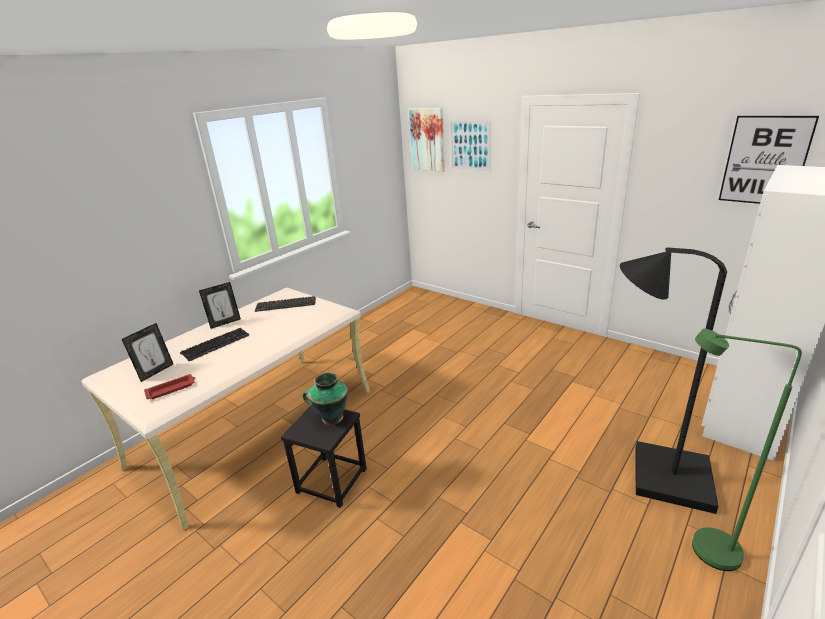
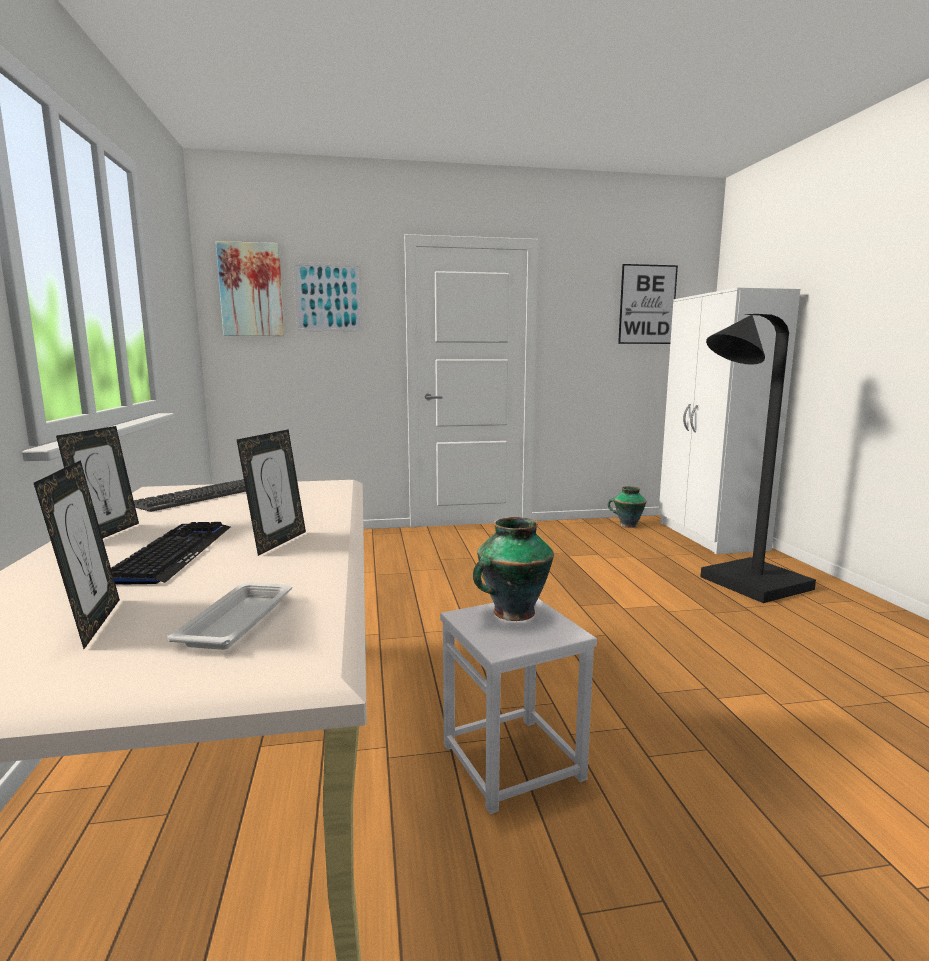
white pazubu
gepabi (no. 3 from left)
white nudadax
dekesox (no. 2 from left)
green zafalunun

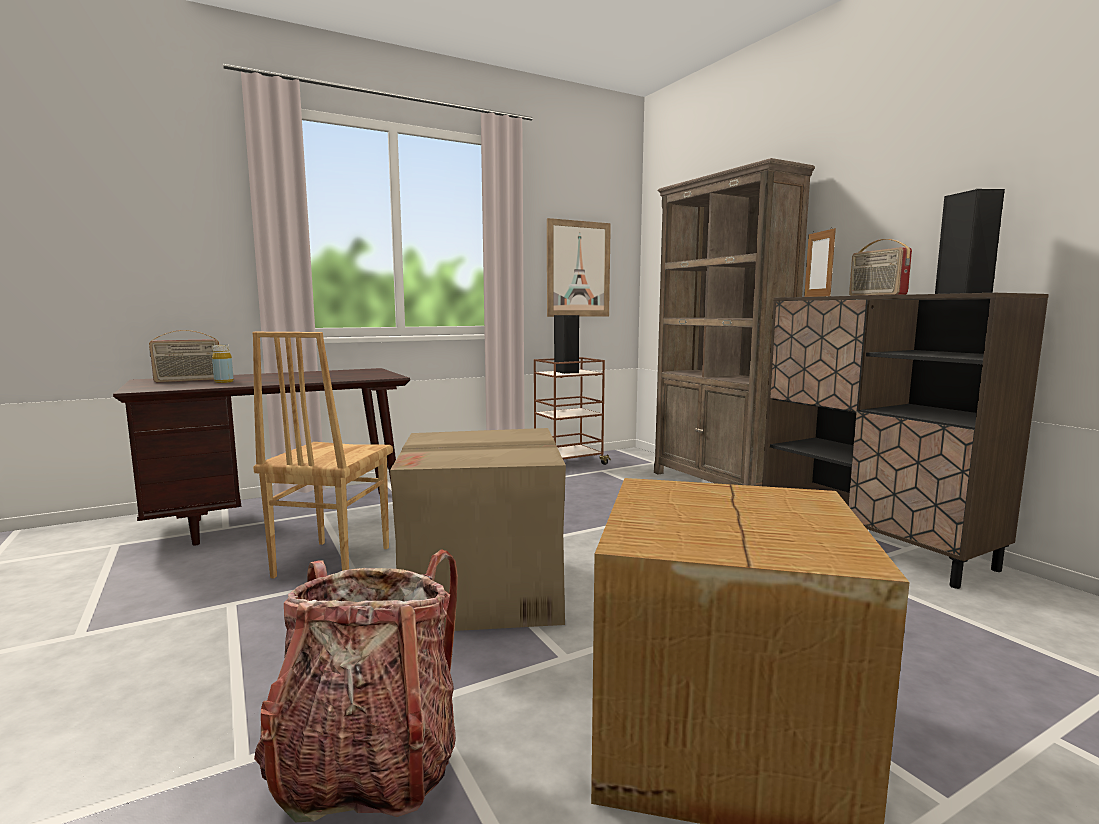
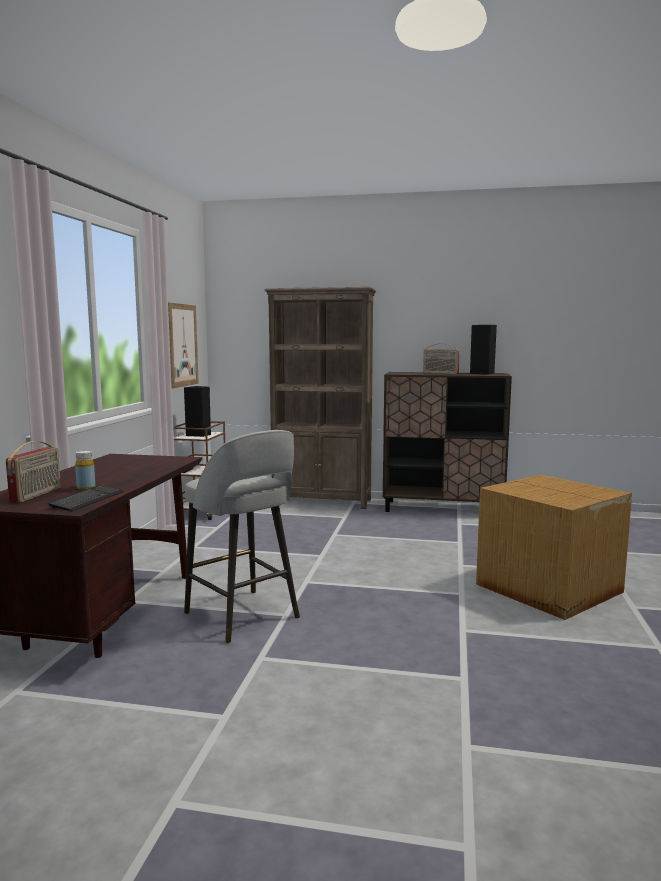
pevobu
grey nudadax
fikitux
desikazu (no. 1 from left in the first image)
gepabi

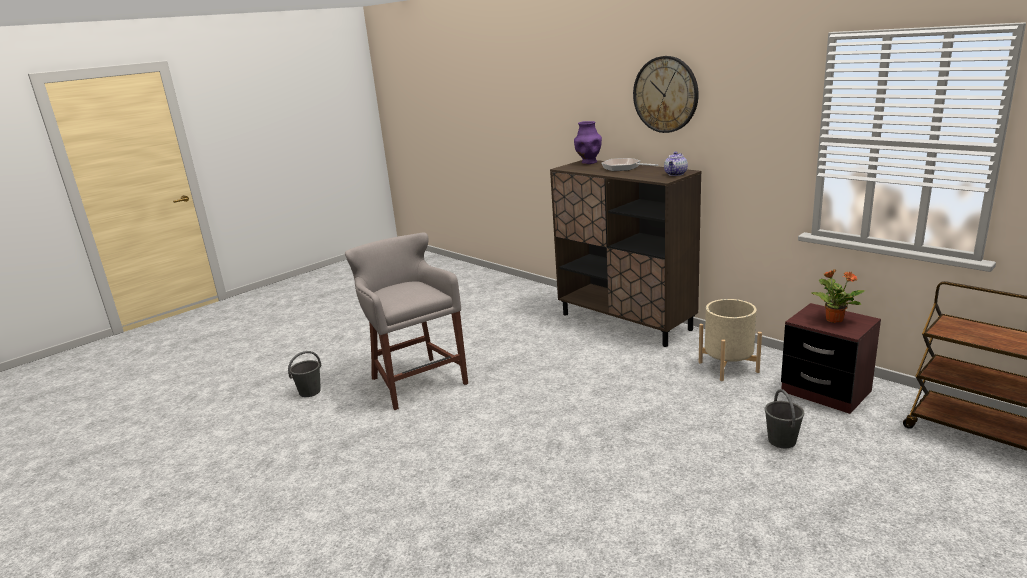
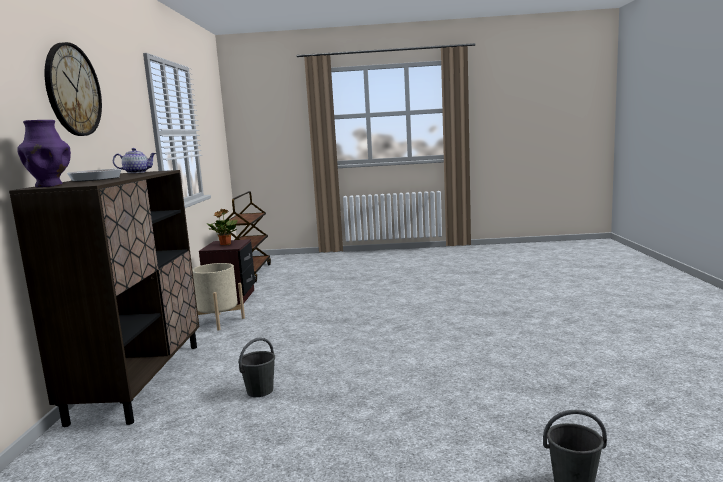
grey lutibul (no. 1 from left)
grey nudadax

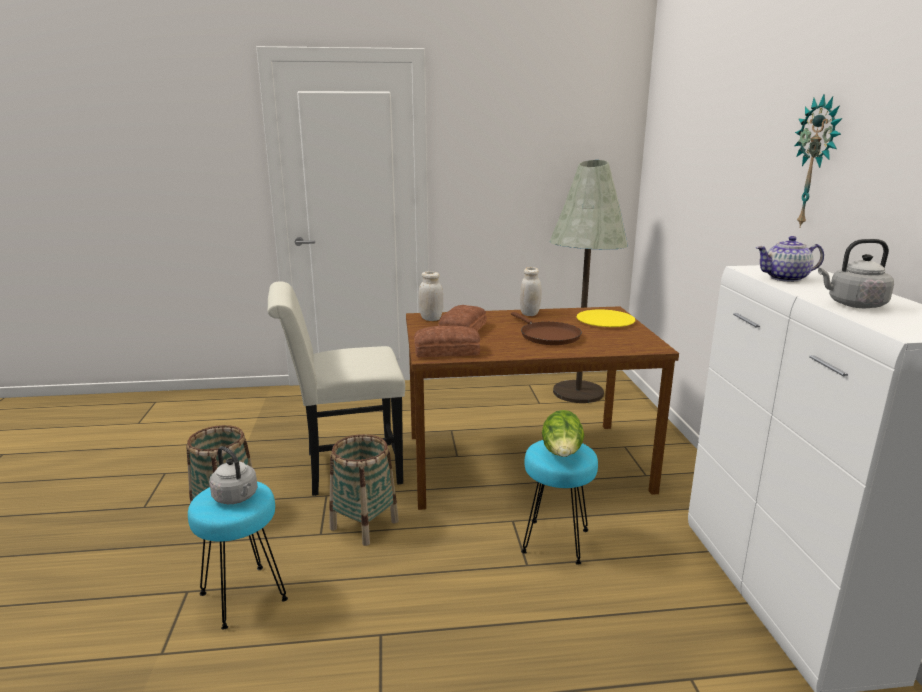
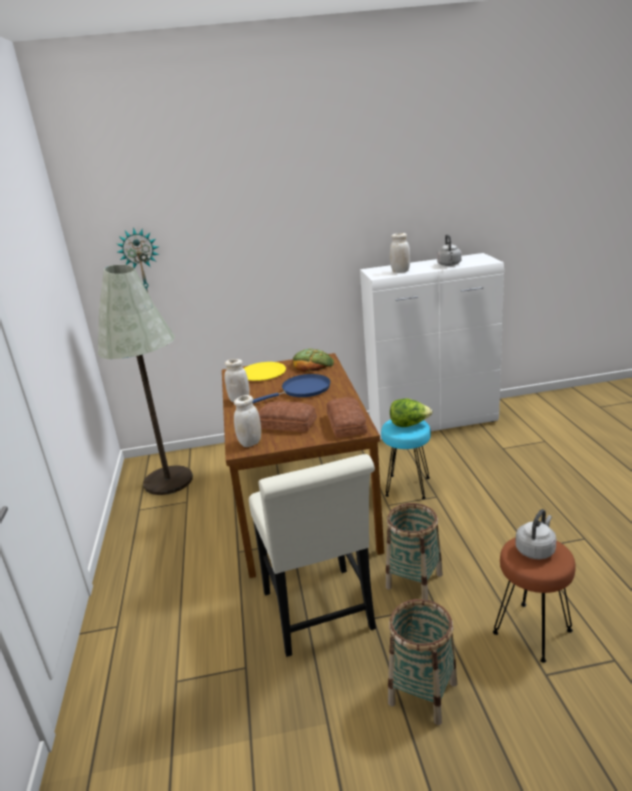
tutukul
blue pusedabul
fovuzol (no. 2 from left)
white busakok (no. 3 from left)
brown nudadax

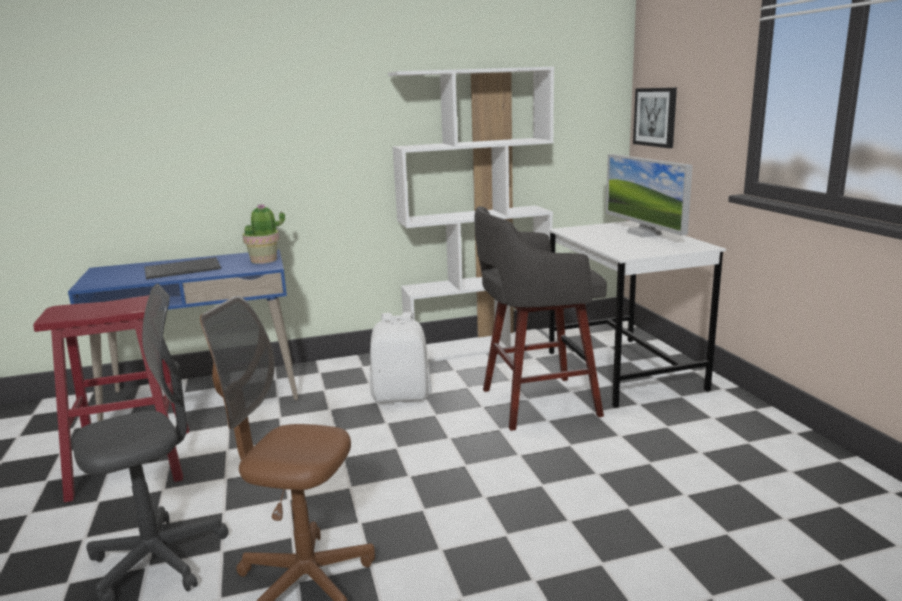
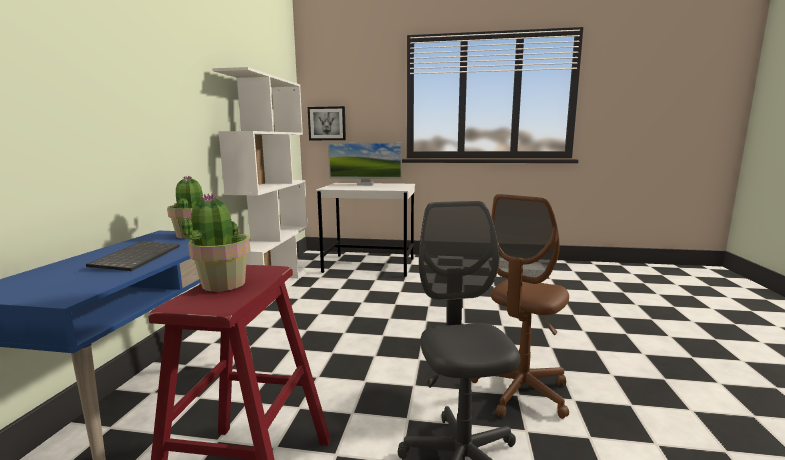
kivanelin (no. 2 from left)
white fikitux
grey nudadax

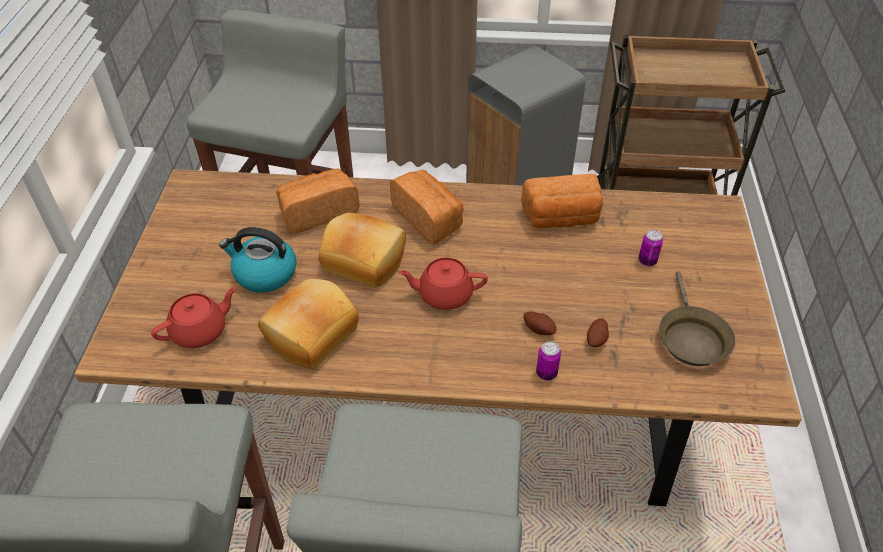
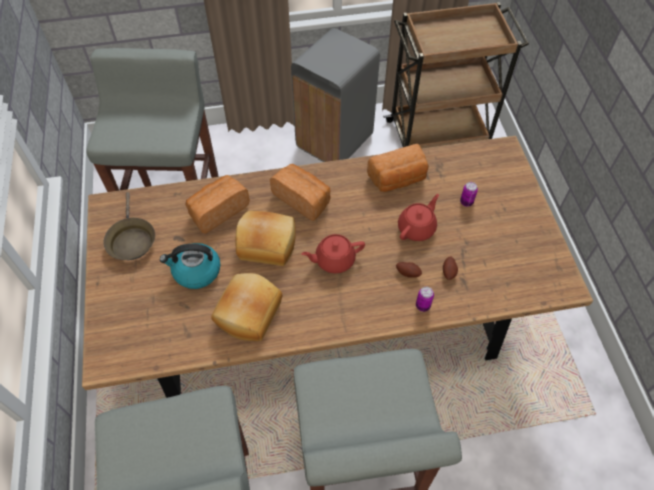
brown pusedabul
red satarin (no. 2 from left)

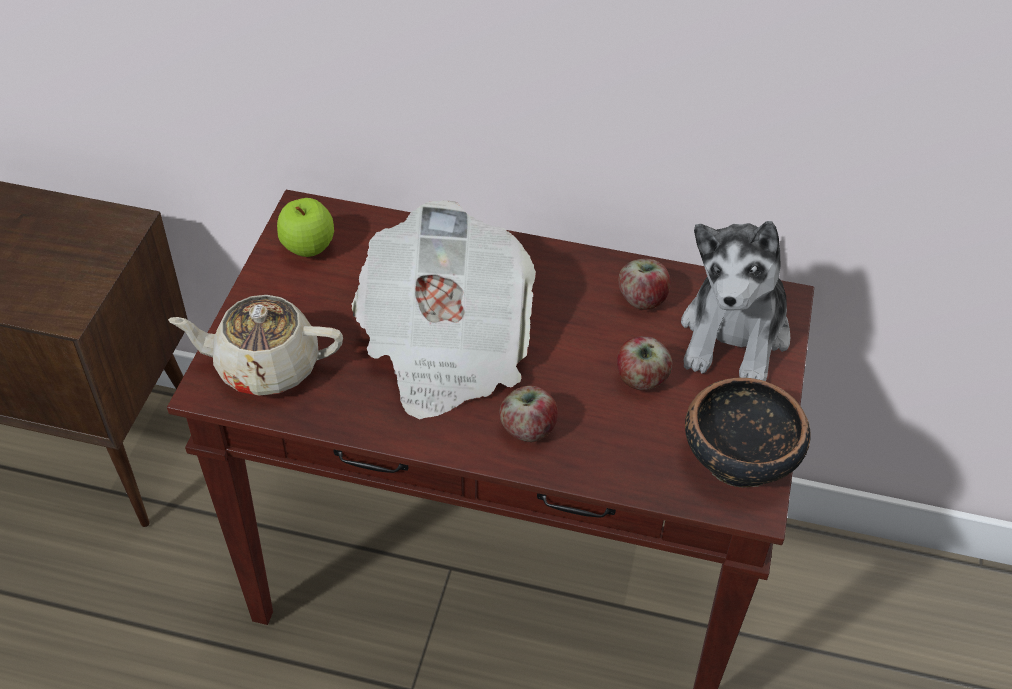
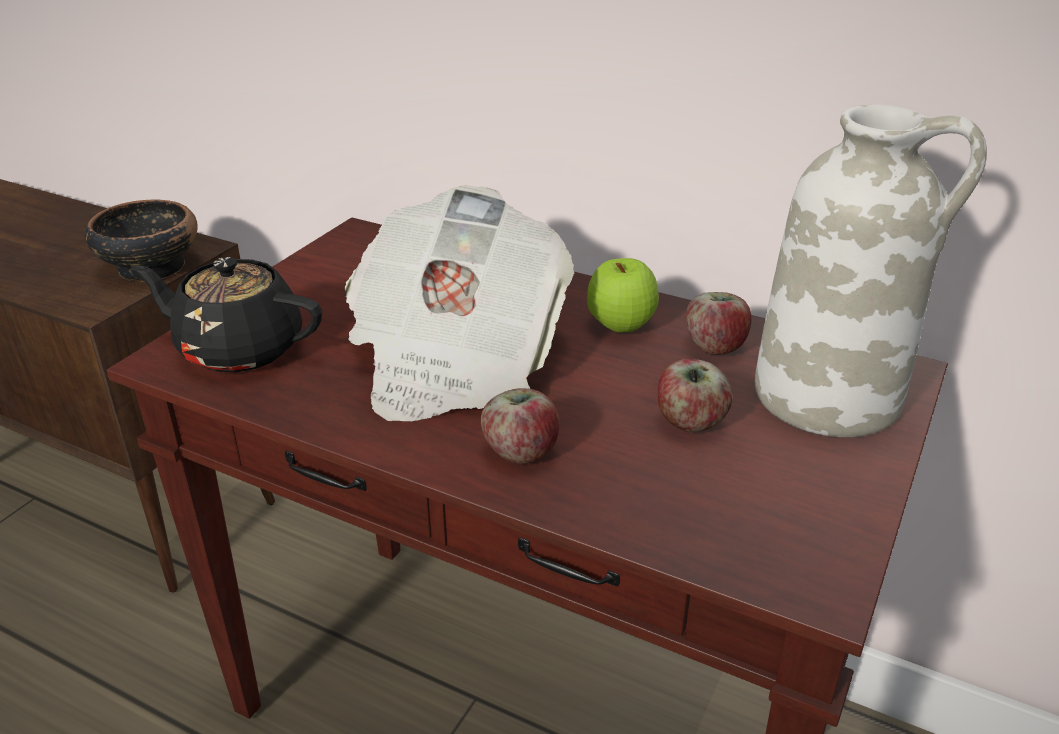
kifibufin
black satarin
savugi (no. 2 from left)
white dekesox

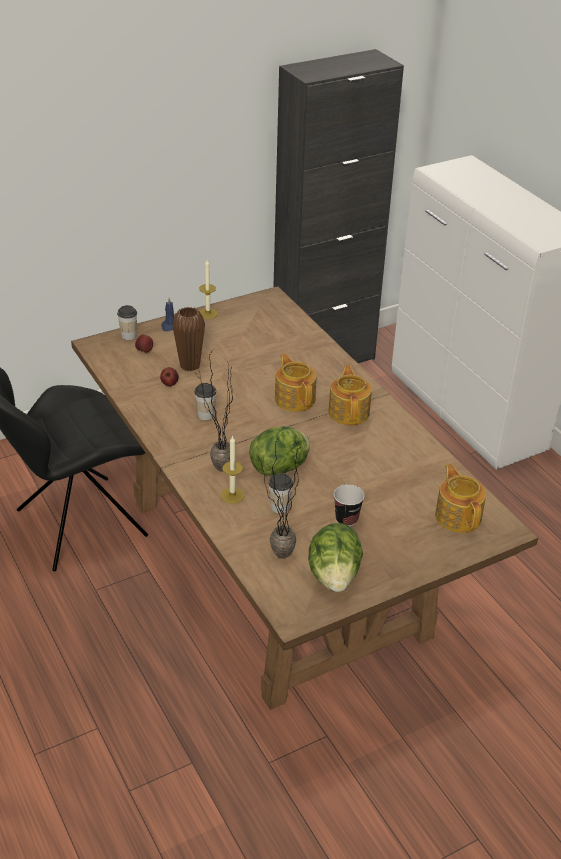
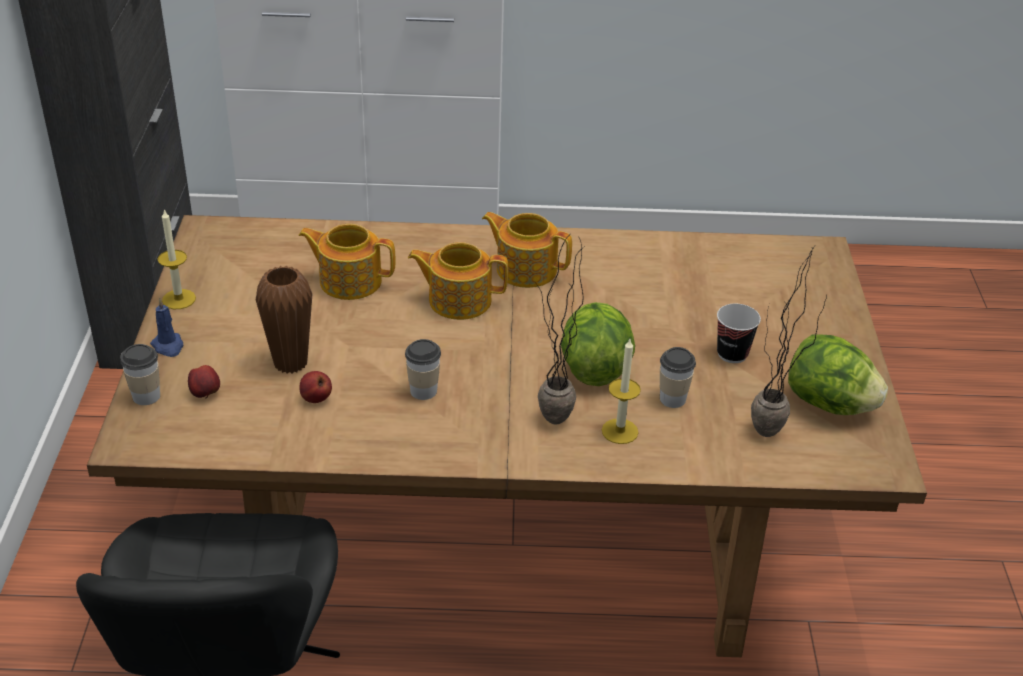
satarin (no. 1 from left)

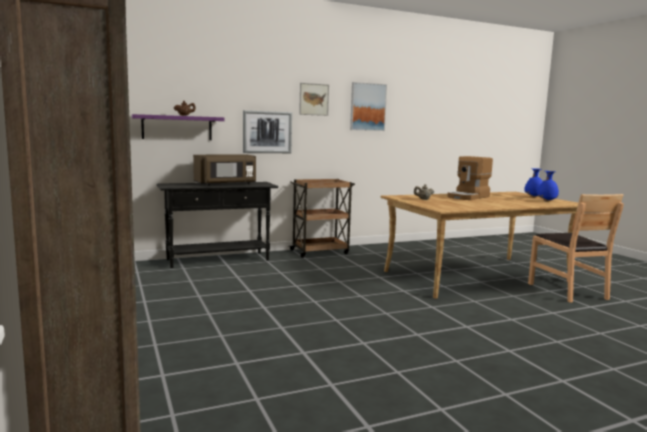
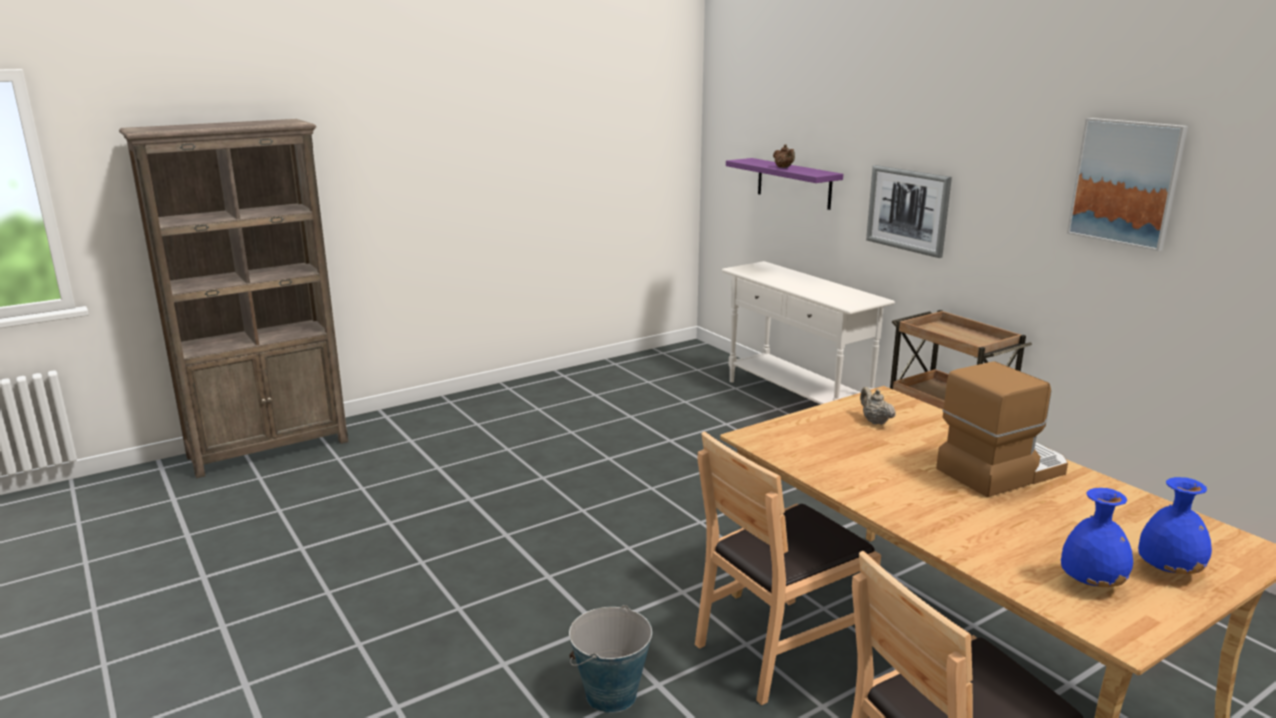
lutibul
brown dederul (no. 1 from left)
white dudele
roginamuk
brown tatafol
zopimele (no. 2 from left in the first image)

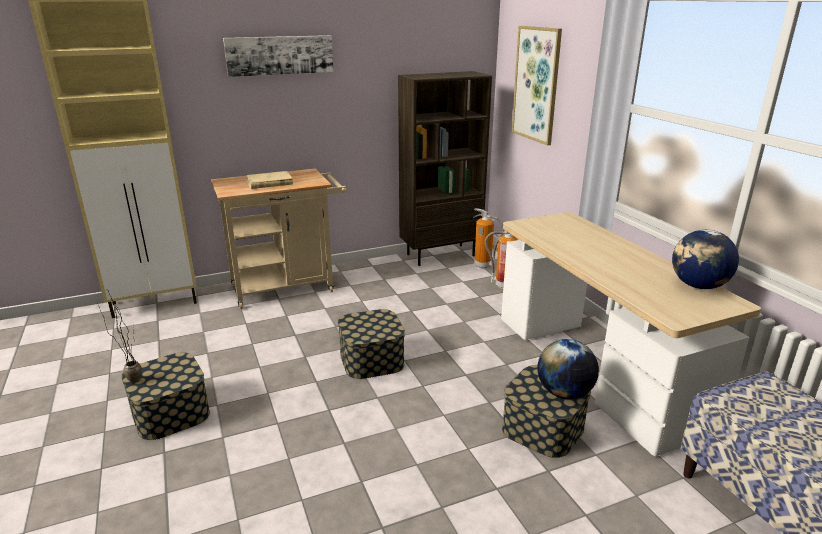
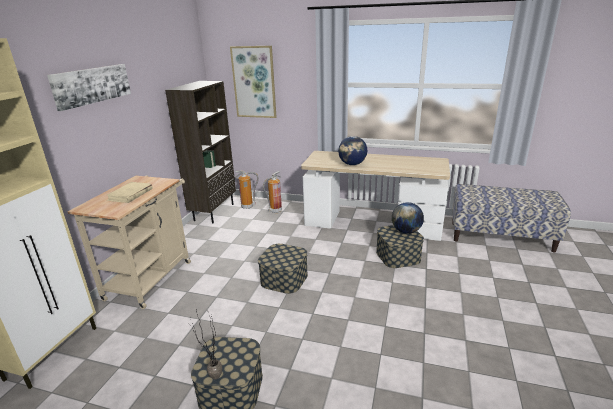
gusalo (no. 1 from left)

